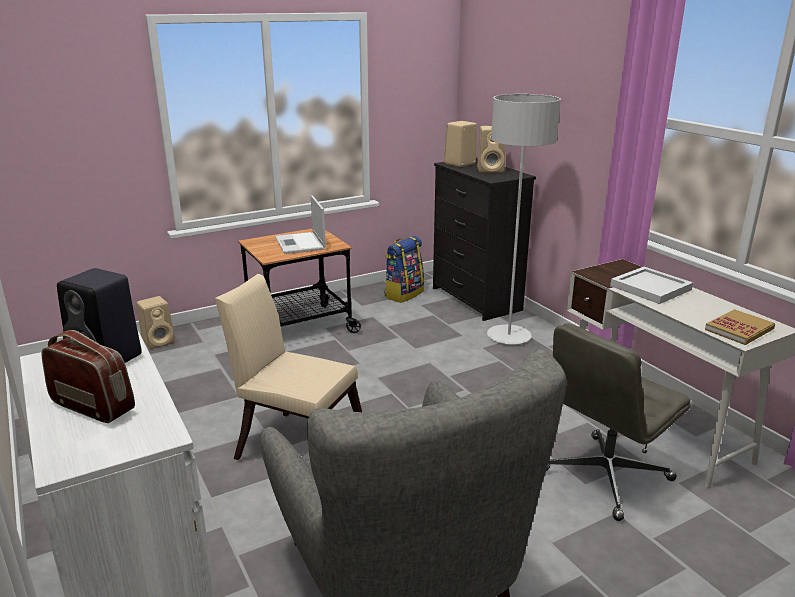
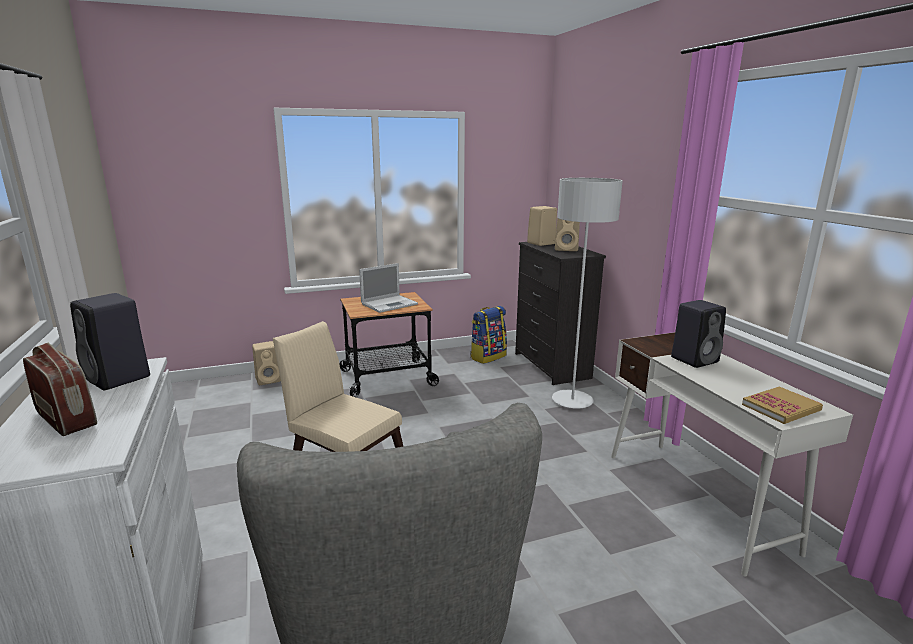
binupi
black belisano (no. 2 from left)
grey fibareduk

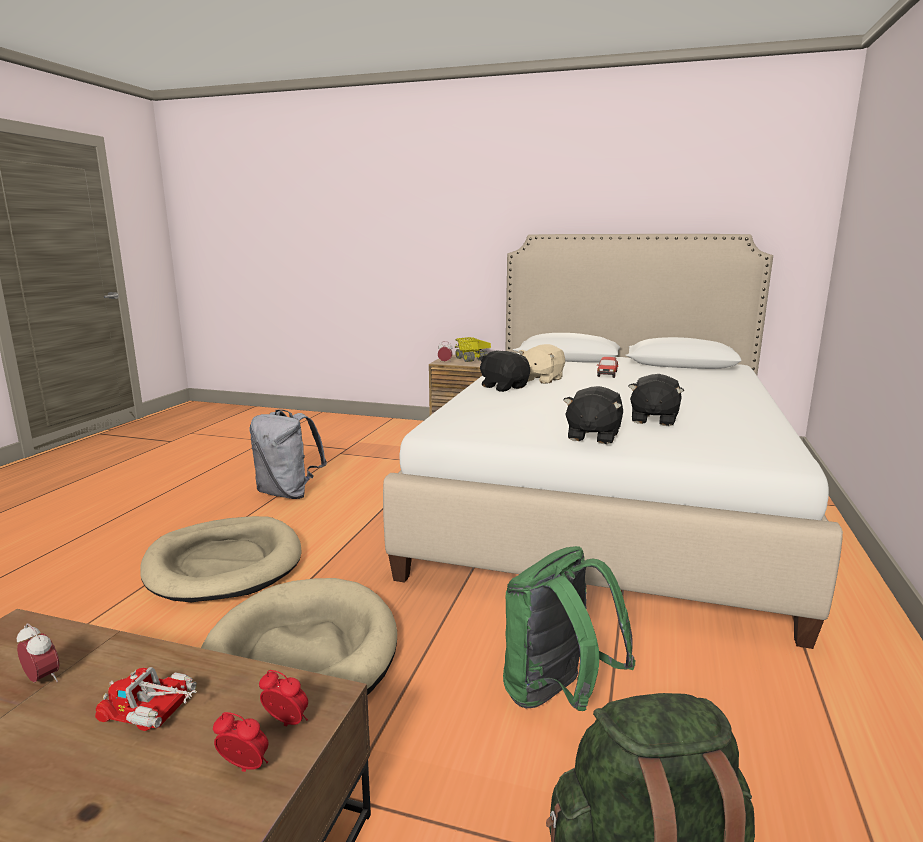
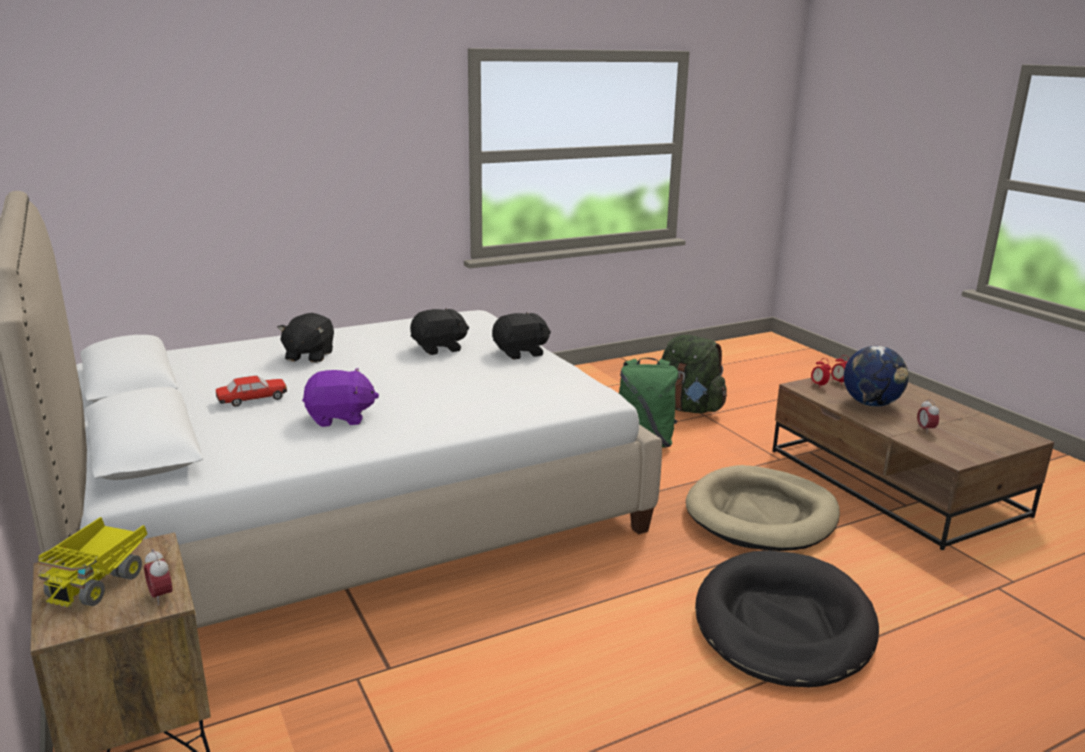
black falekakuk (no. 1 from left)
purple falekakuk
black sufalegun
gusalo
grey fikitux

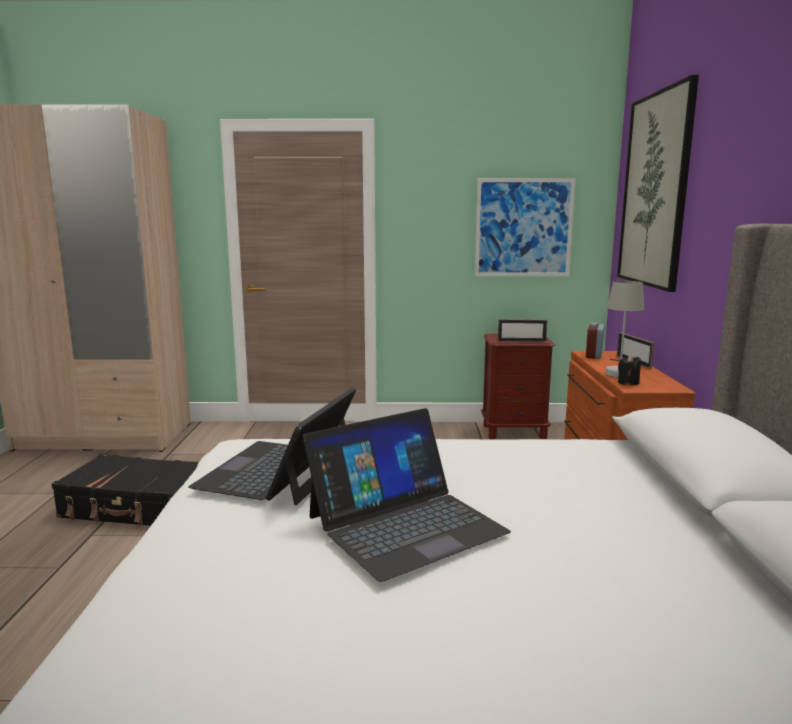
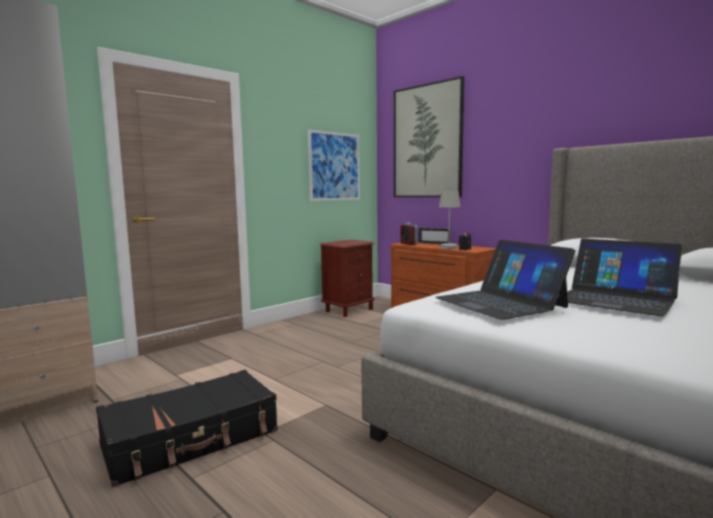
binupi (no. 2 from left)
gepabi (no. 1 from left in the first image)

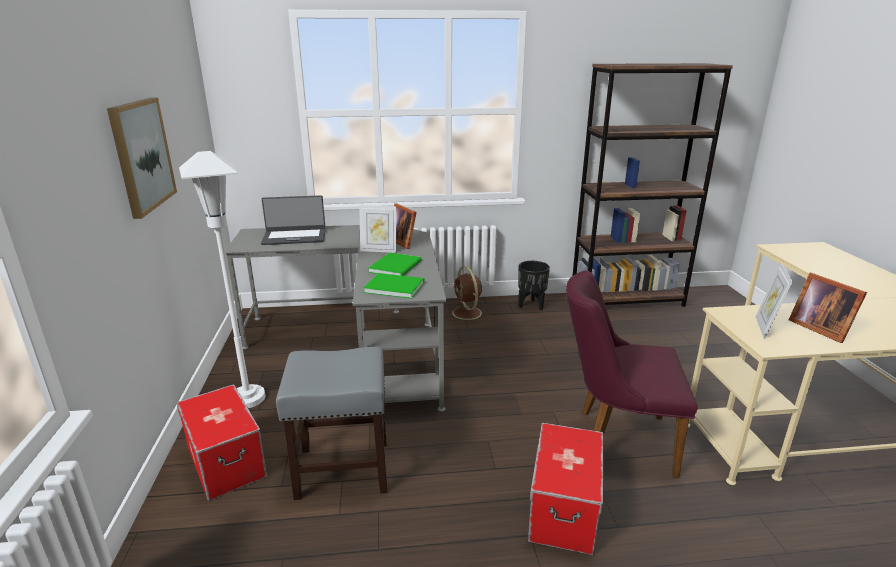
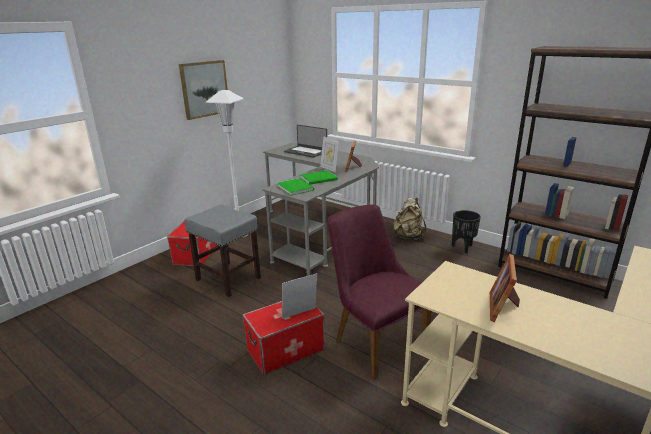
gepabi (no. 1 from left)
beige fikitux

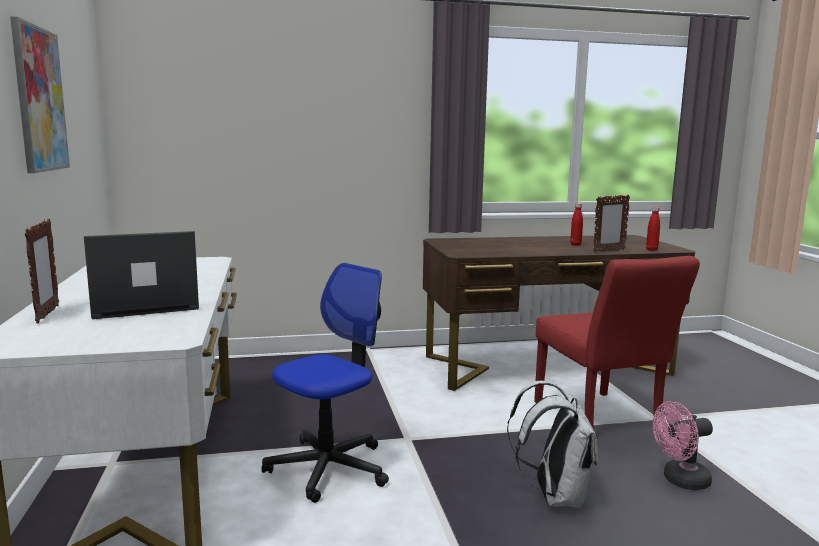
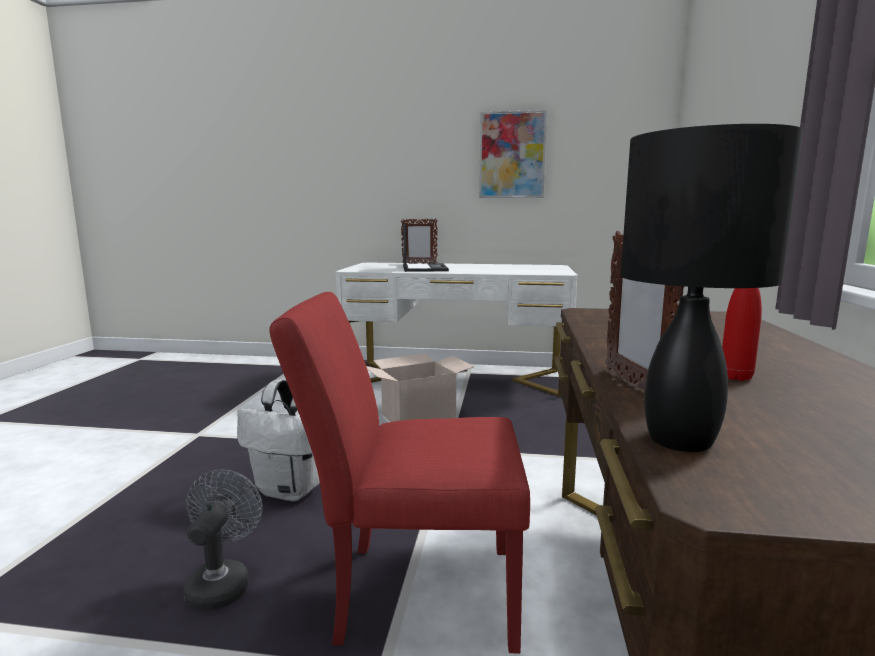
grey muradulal
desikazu
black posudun

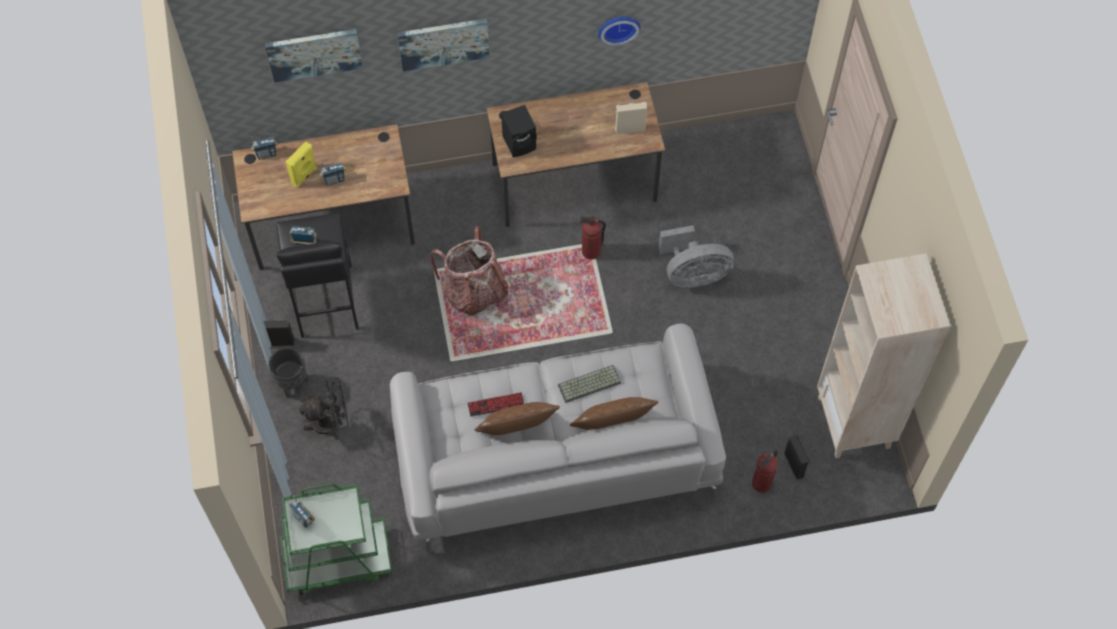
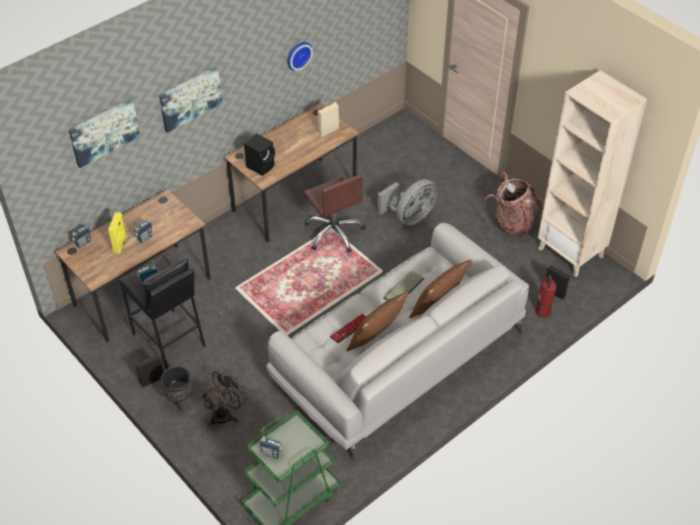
brown fibareduk
fikitux

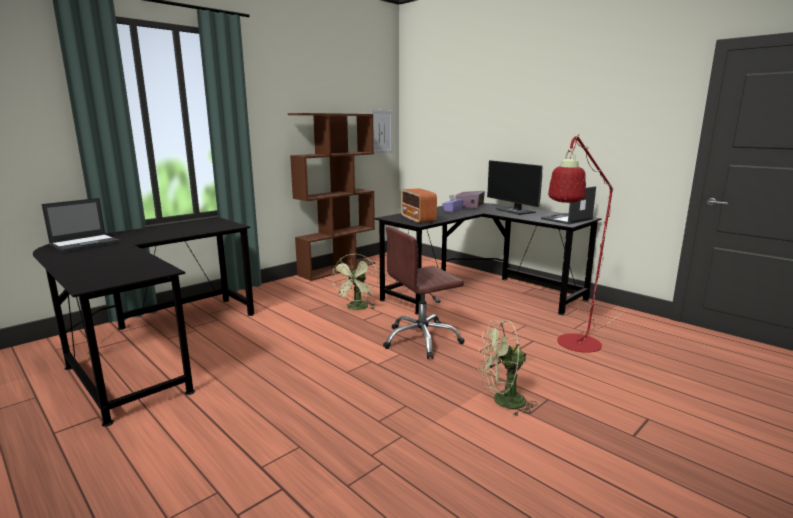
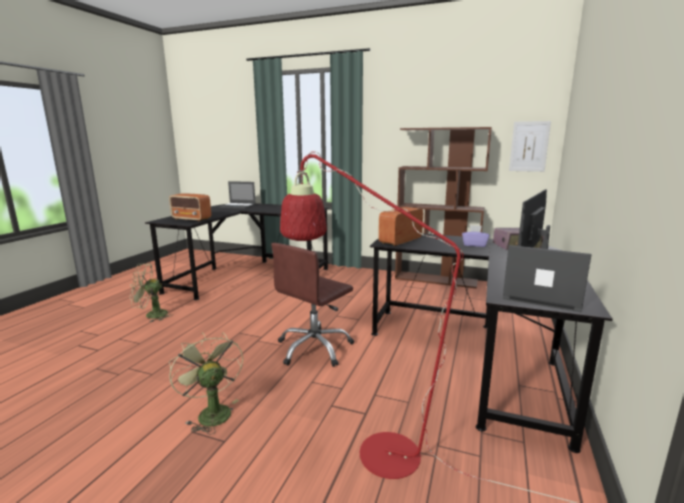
green muradulal (no. 1 from left)
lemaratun (no. 1 from left)
brown fibareduk

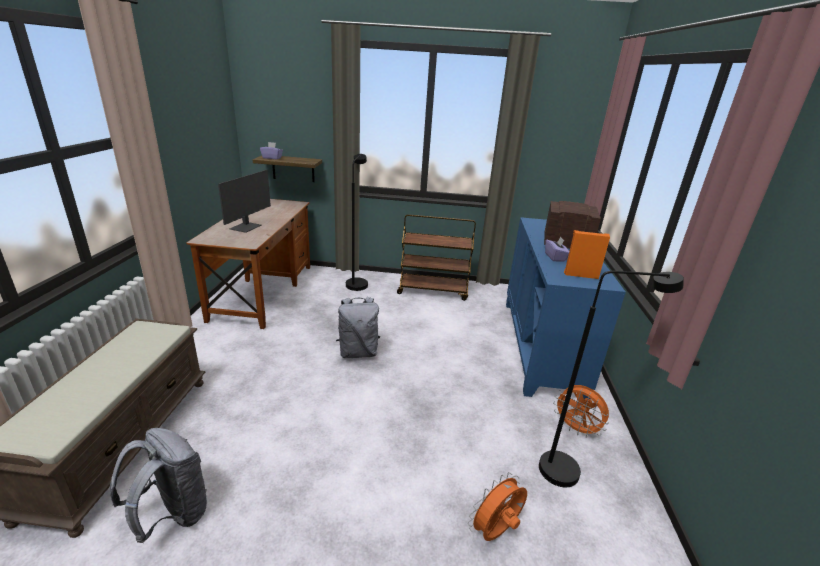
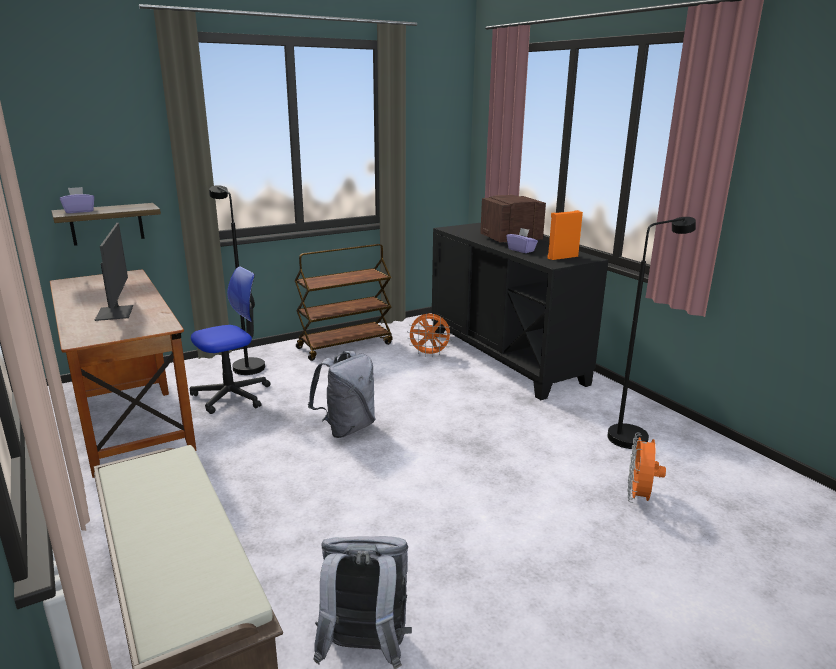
fibareduk
orange muradulal (no. 1 from left)
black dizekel

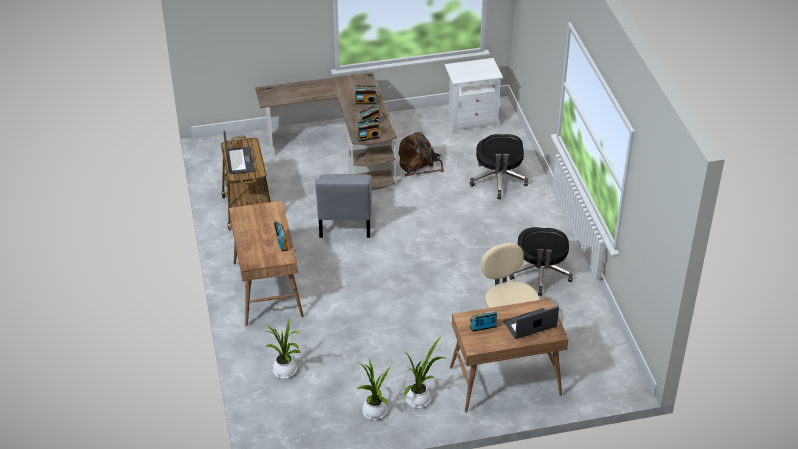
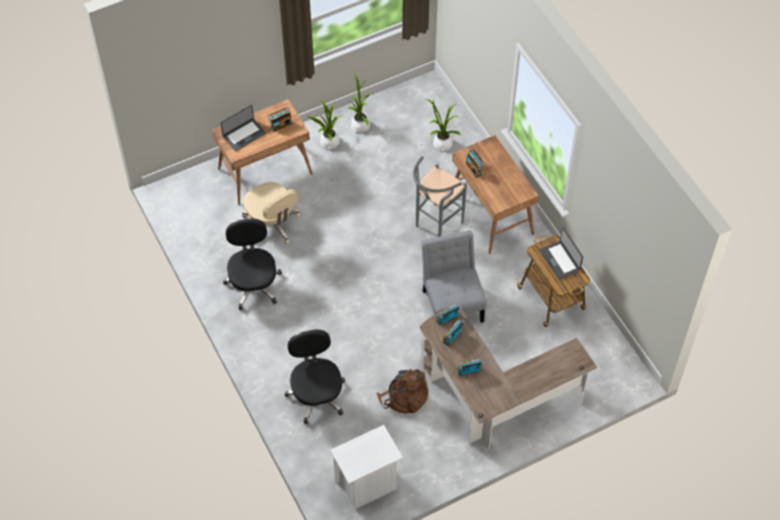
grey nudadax

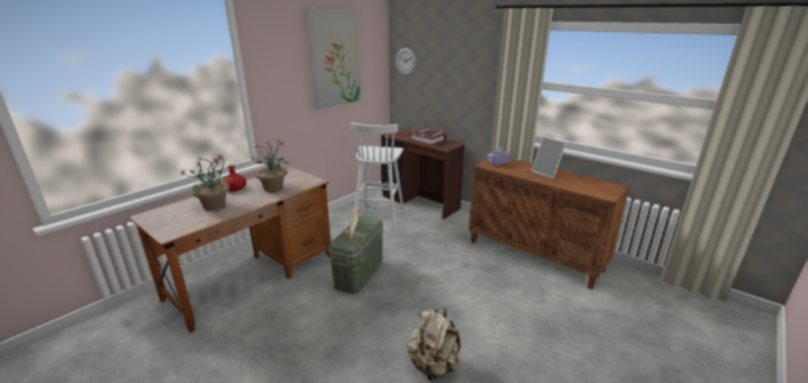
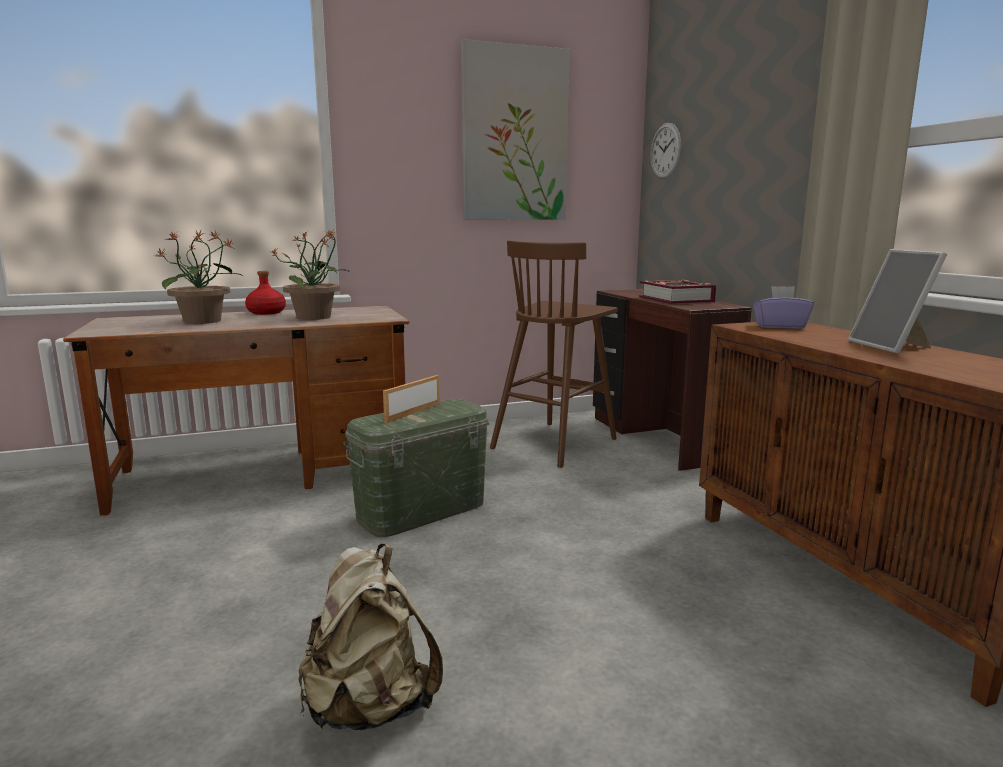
brown nudadax

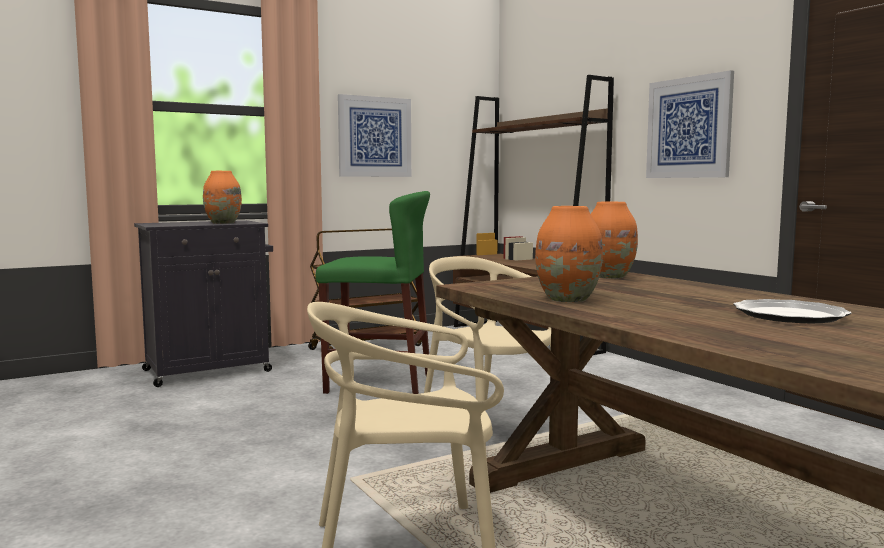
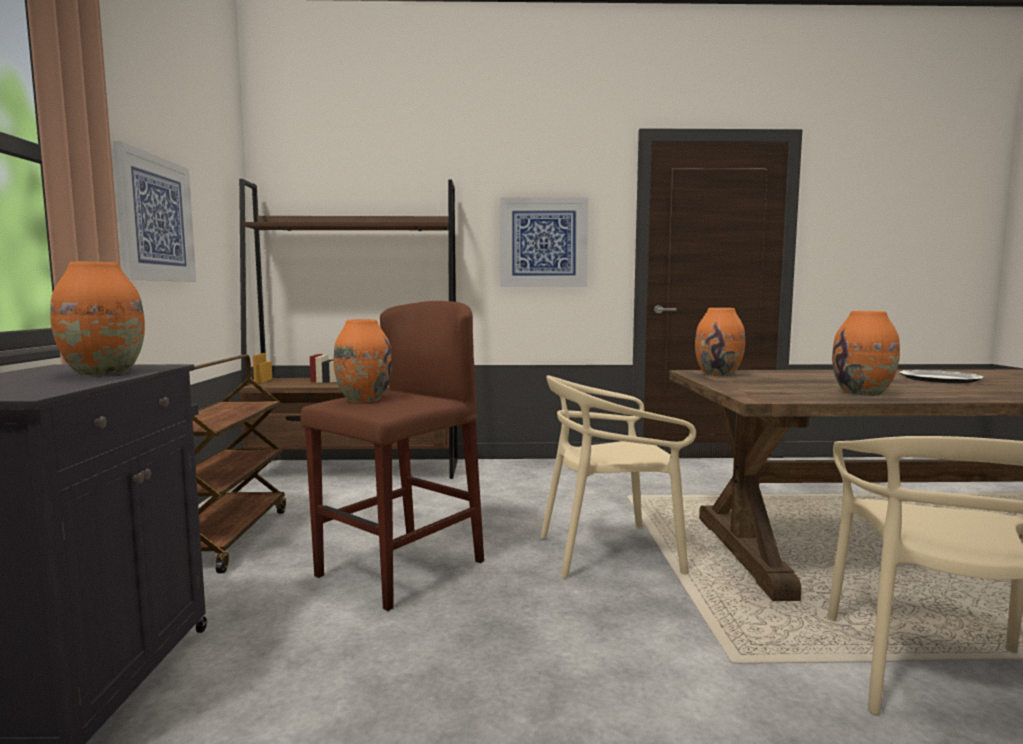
brown nudadax
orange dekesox (no. 2 from left)

